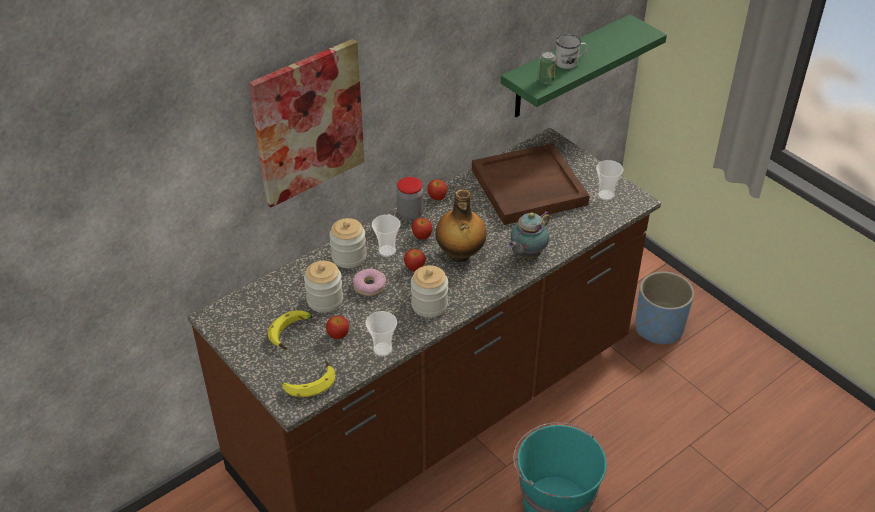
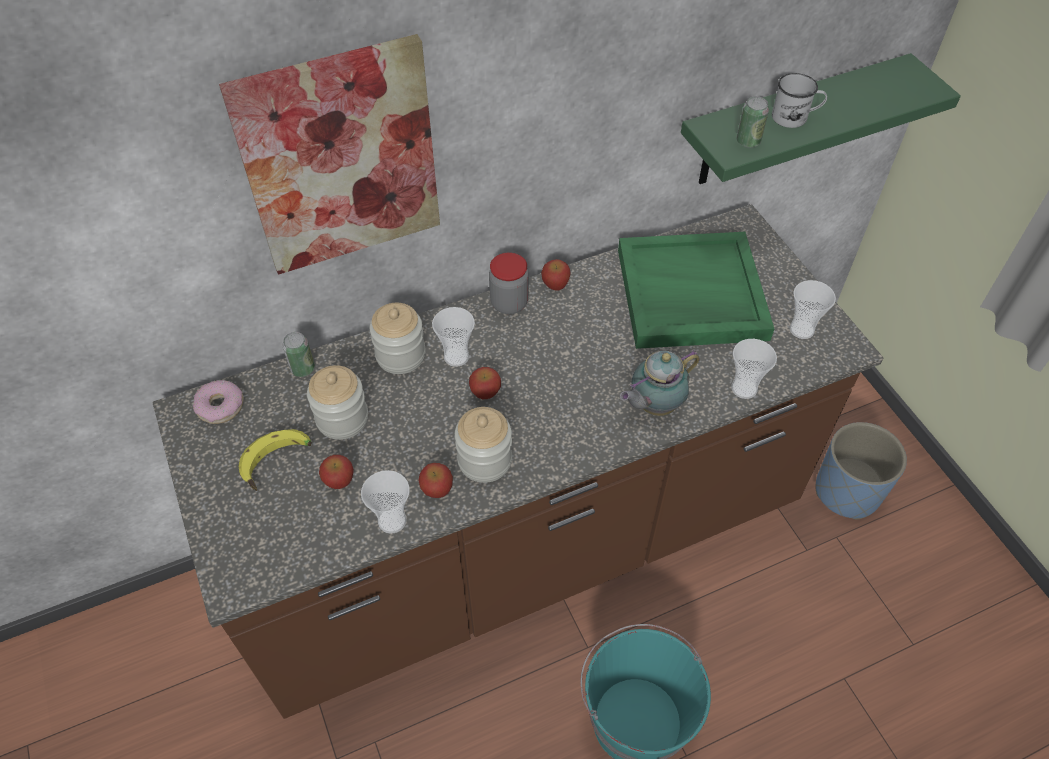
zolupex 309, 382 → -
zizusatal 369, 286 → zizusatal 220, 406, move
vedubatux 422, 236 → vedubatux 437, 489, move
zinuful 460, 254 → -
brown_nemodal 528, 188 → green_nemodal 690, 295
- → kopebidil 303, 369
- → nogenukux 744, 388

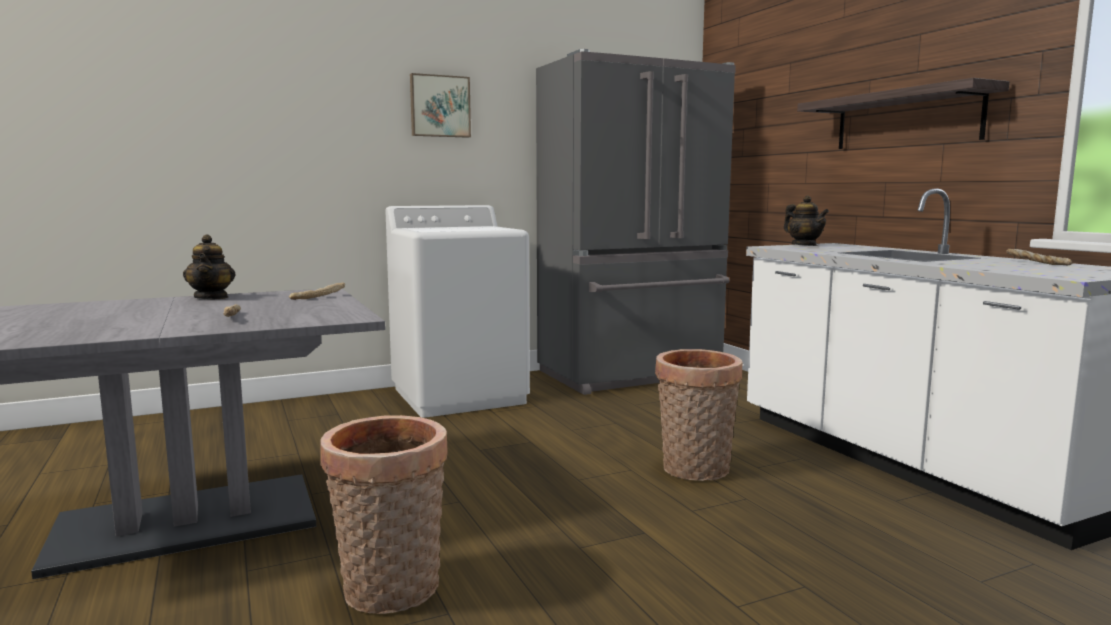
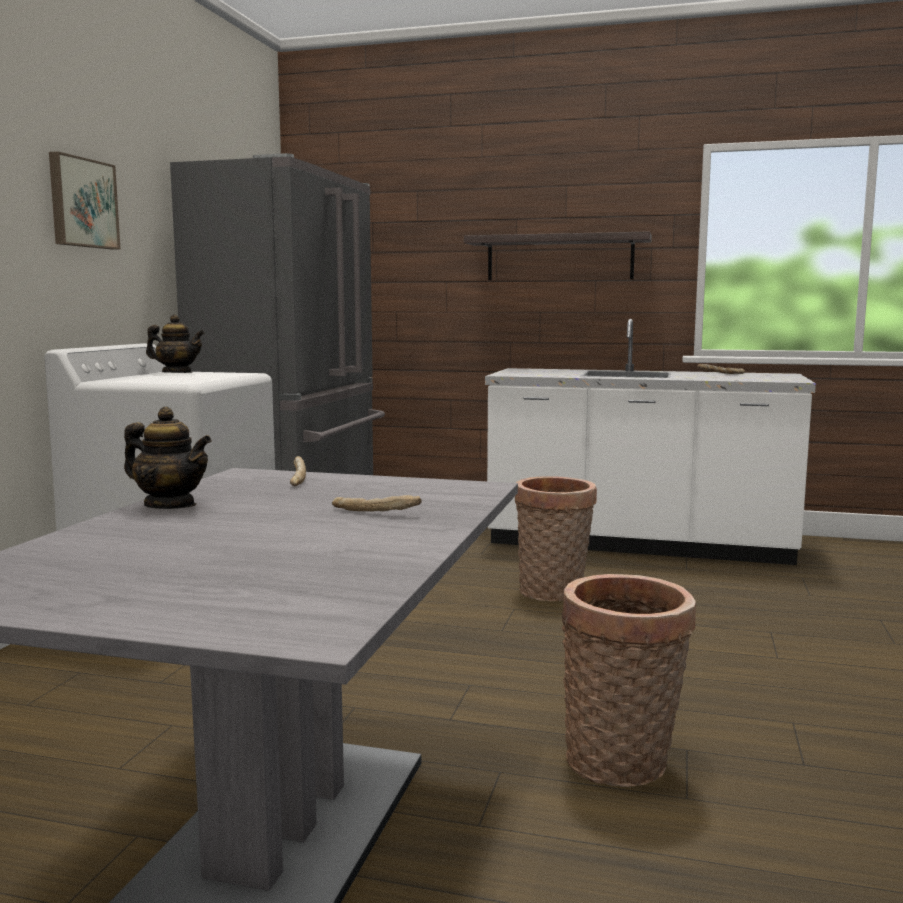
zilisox 804, 245 → zilisox 177, 373, move

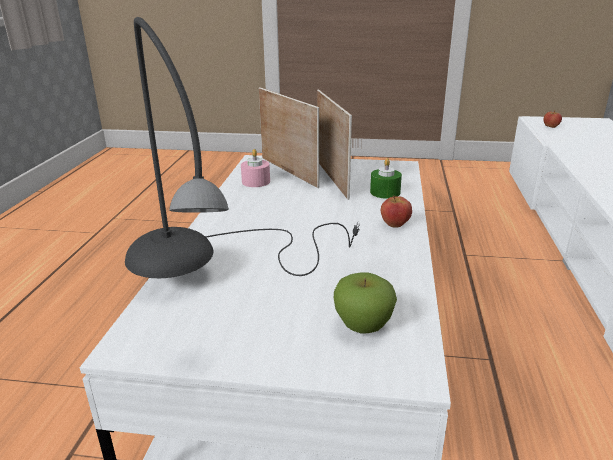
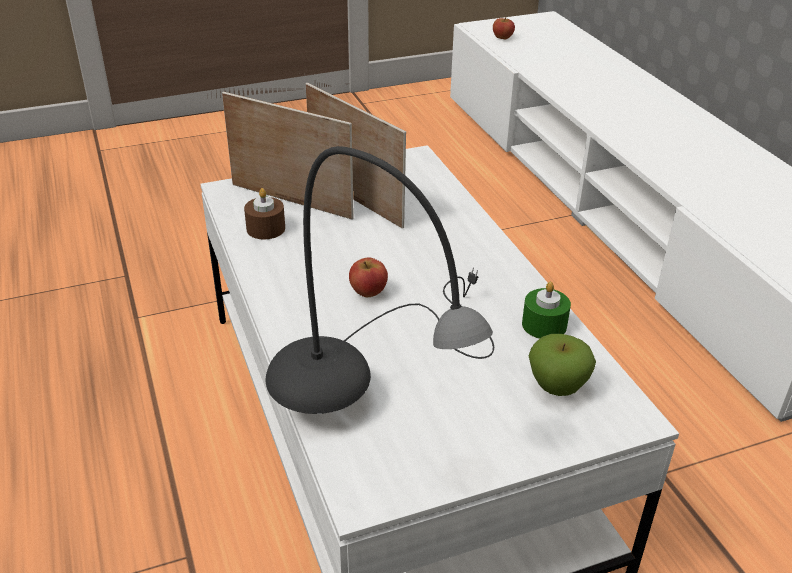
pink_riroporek 256, 181 → brown_riroporek 266, 228
green_riroporek 385, 192 → green_riroporek 544, 325, move
vedubatux 395, 225 → vedubatux 368, 292, move

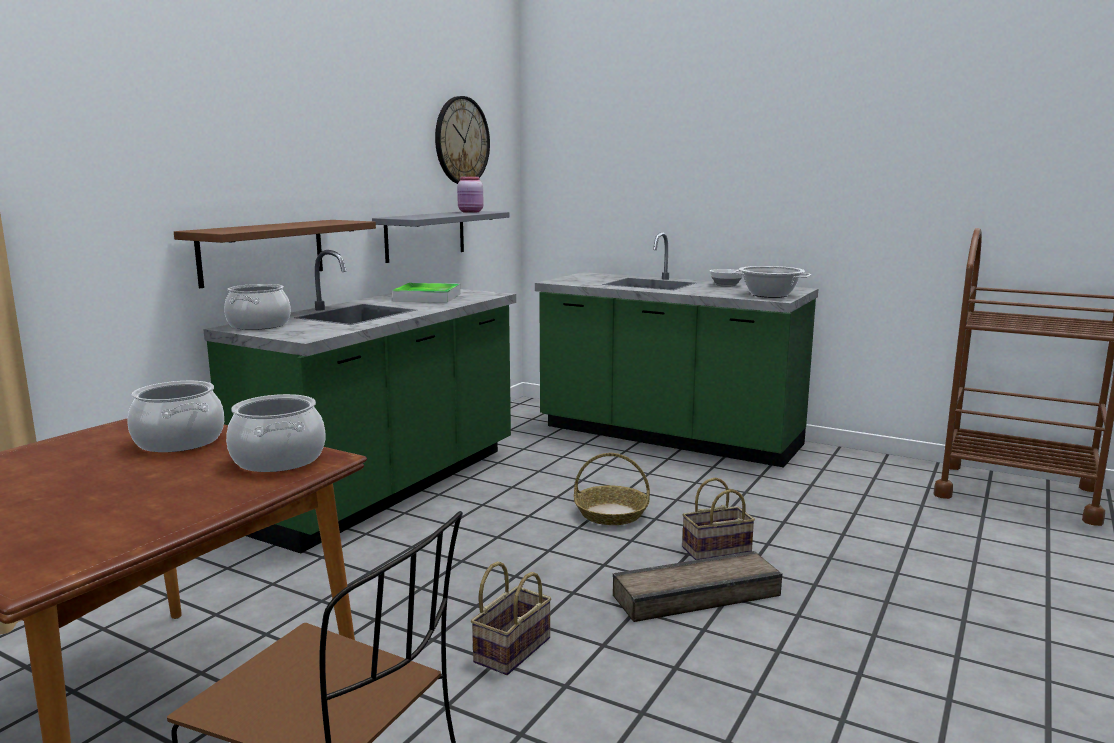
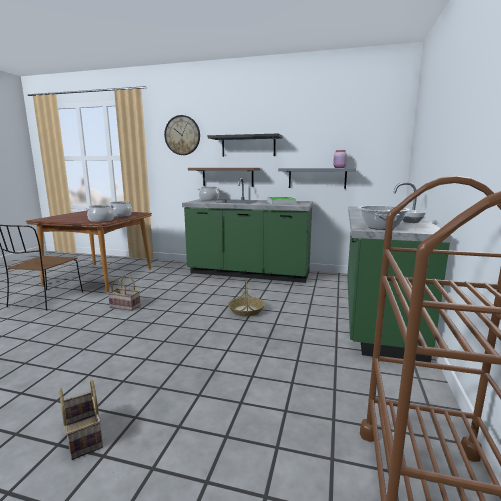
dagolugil 461, 141 → dagolugil 182, 135, move
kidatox 698, 596 → -
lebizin 715, 551 → lebizin 82, 436, move
- → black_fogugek 248, 146

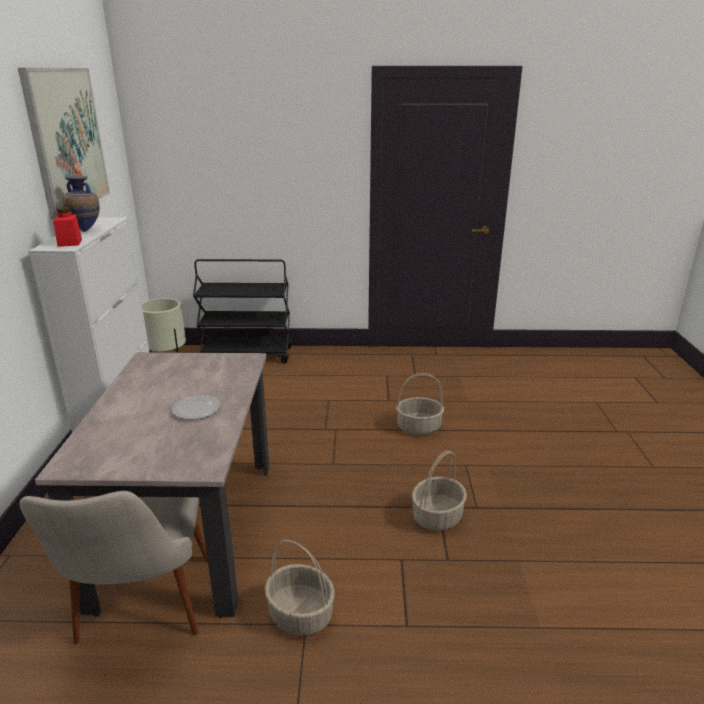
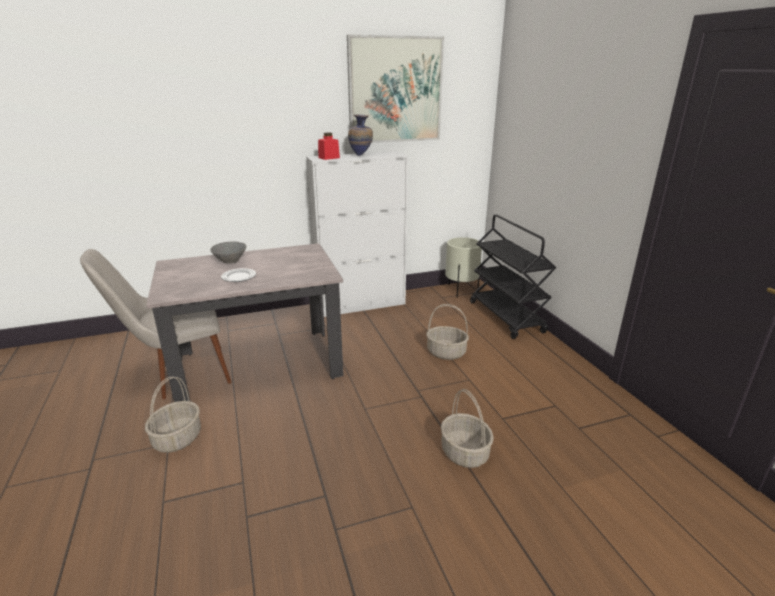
lebizin 437, 516 → lebizin 446, 352, move
- → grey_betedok 230, 261

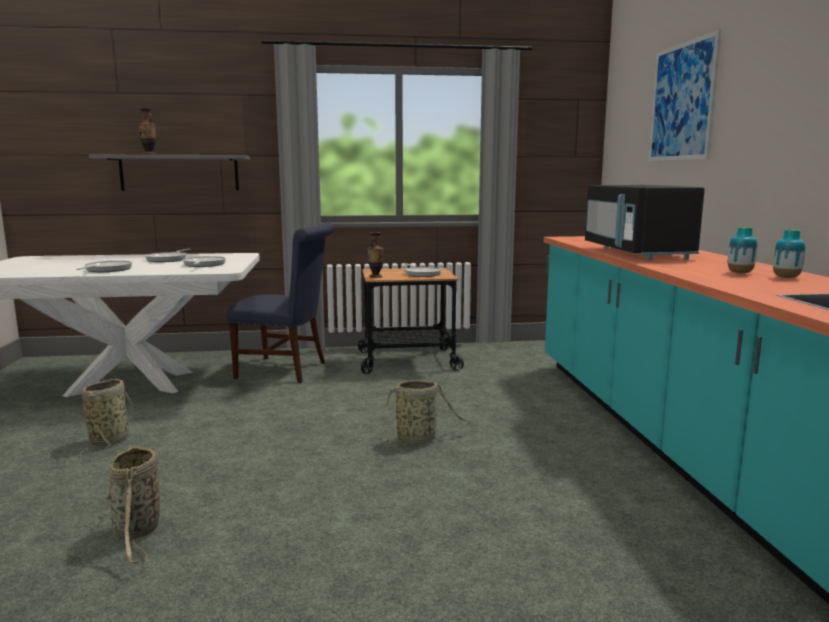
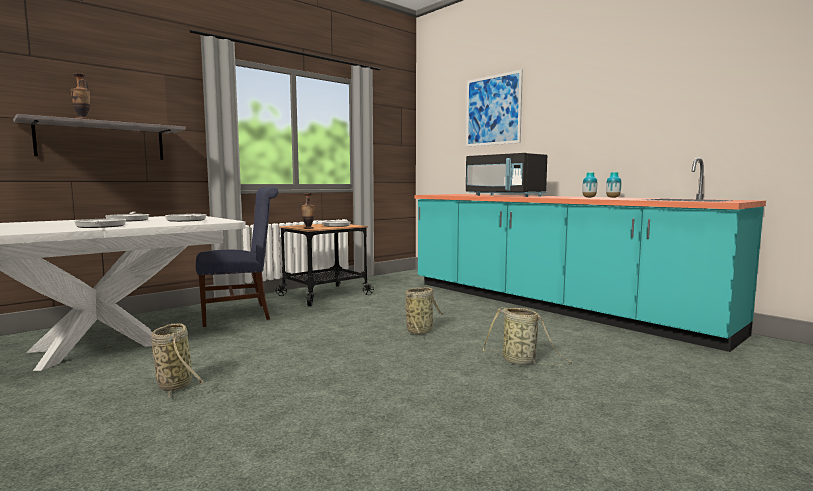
lebizin 137, 532 → lebizin 521, 362, move

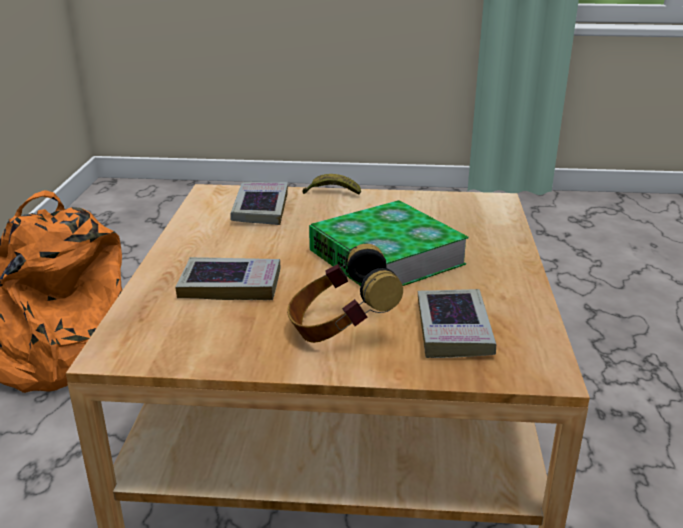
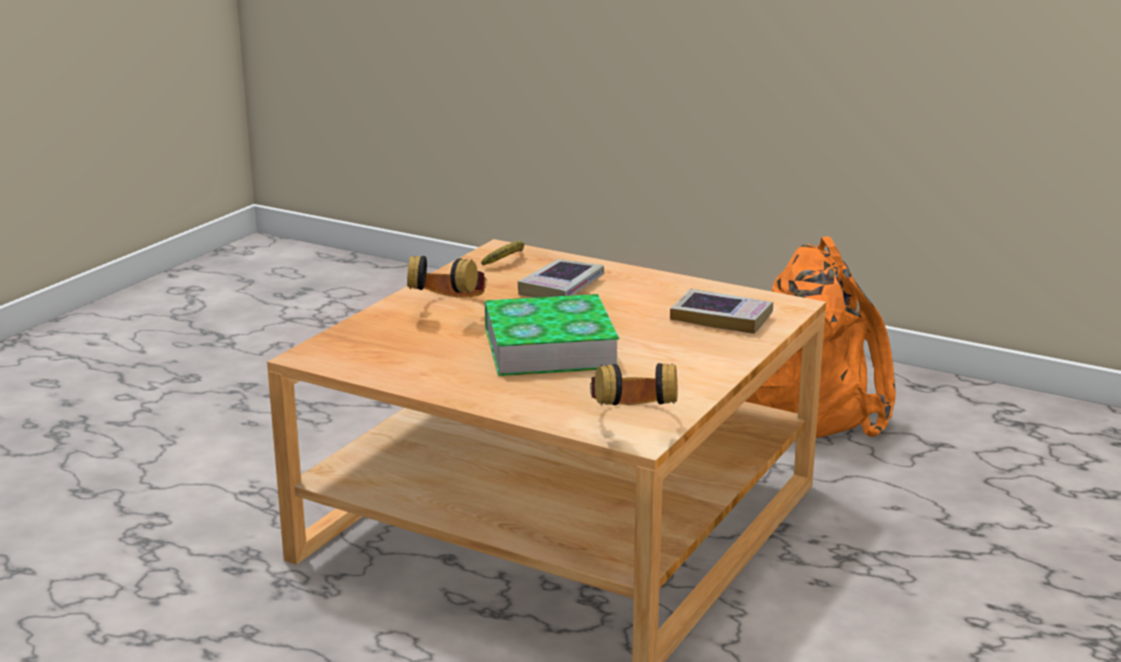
zolupex 332, 193 → zolupex 507, 261, move
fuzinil 453, 330 → -
- → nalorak 633, 421

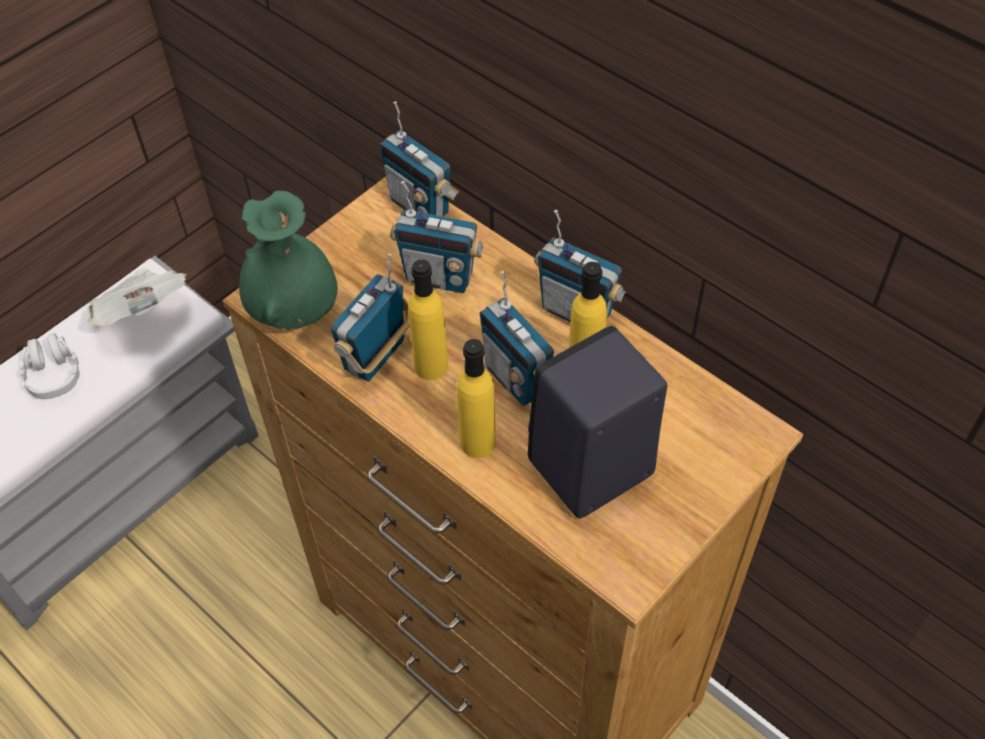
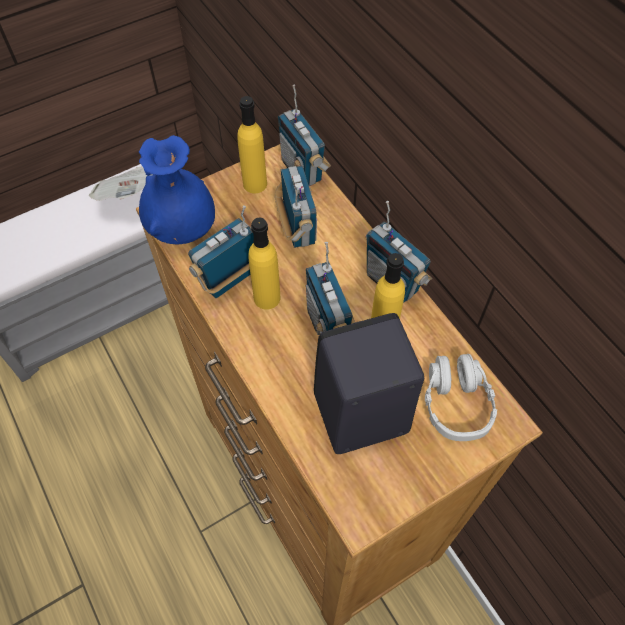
grey_nalorak 53, 374 → grey_nalorak 456, 403, move
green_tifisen 294, 312 → blue_tifisen 182, 230
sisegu 439, 277 → sisegu 298, 229, 135 degrees counterclockwise
yellow_zinuful 478, 442 → yellow_zinuful 255, 184, move

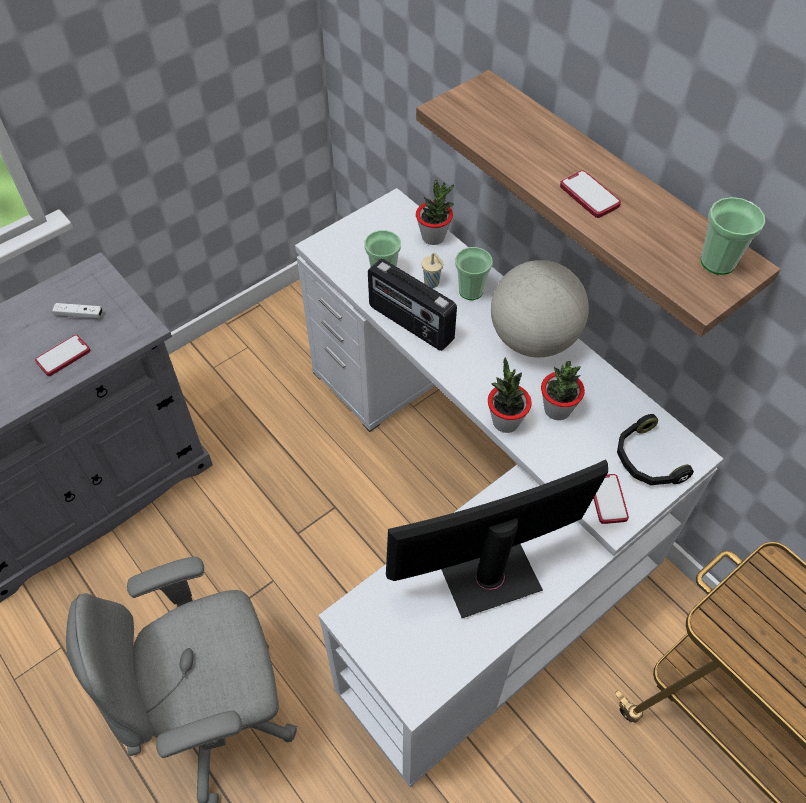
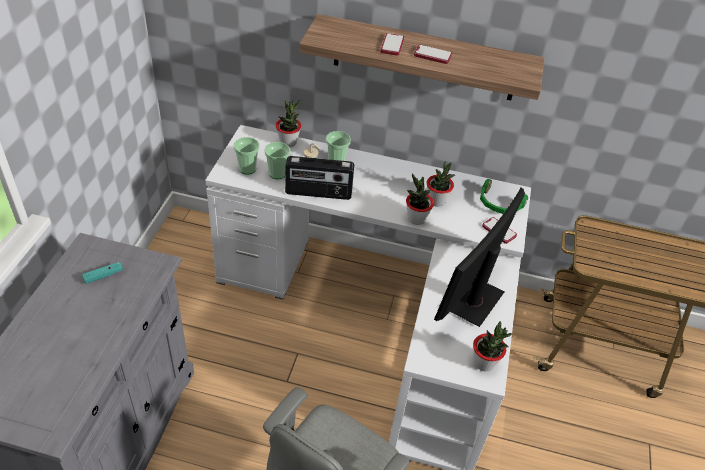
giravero 63, 356 → giravero 392, 45, move
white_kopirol 79, 315 → turquoise_kopirol 103, 275
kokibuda 533, 339 → -
black_nalorak 646, 460 → green_nalorak 499, 204
nogenukux 717, 262 → nogenukux 247, 169, move
- → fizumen 484, 363

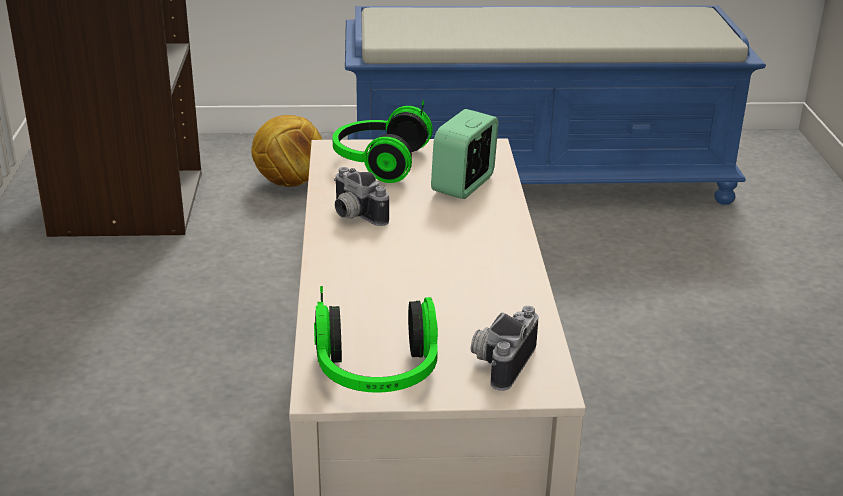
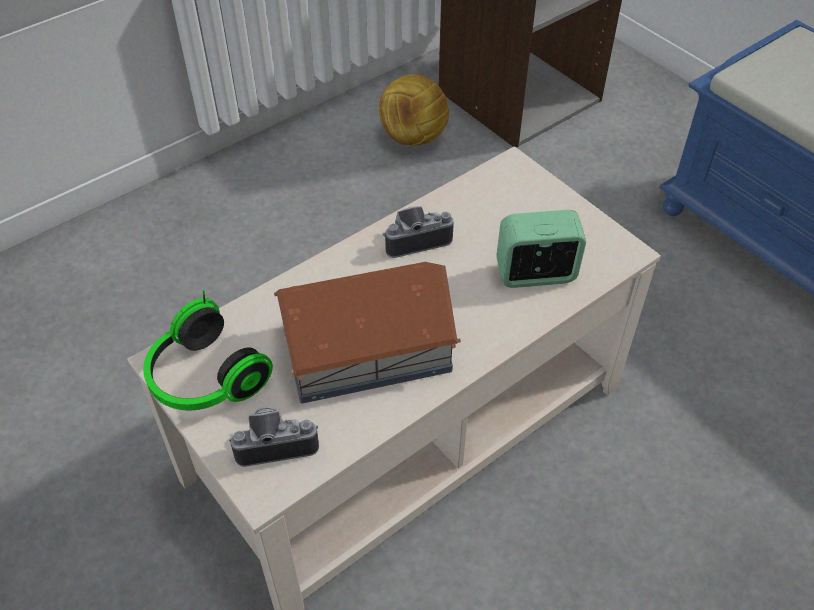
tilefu 289, 183 → tilefu 413, 137, move
nalorak 378, 162 → -
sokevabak 353, 215 → sokevabak 415, 239, 60 degrees clockwise
- → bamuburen 364, 347

